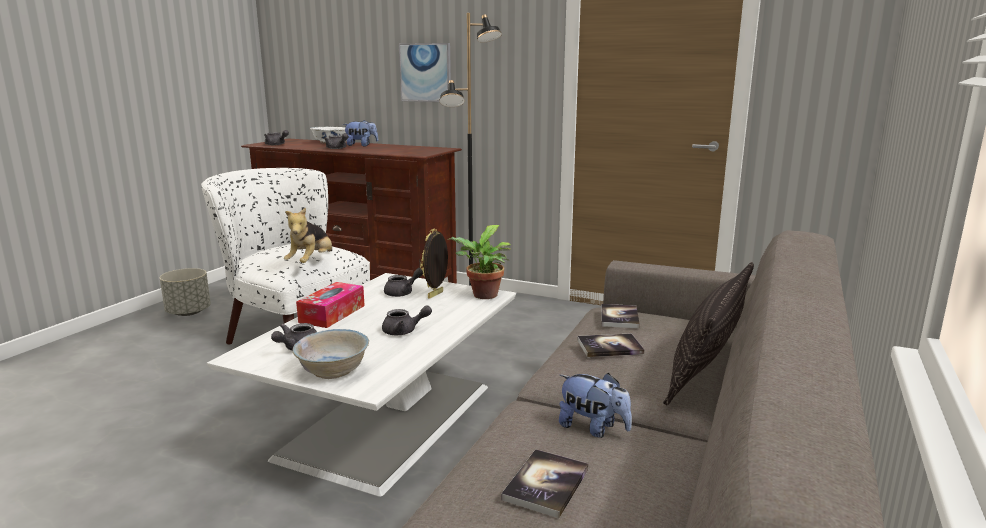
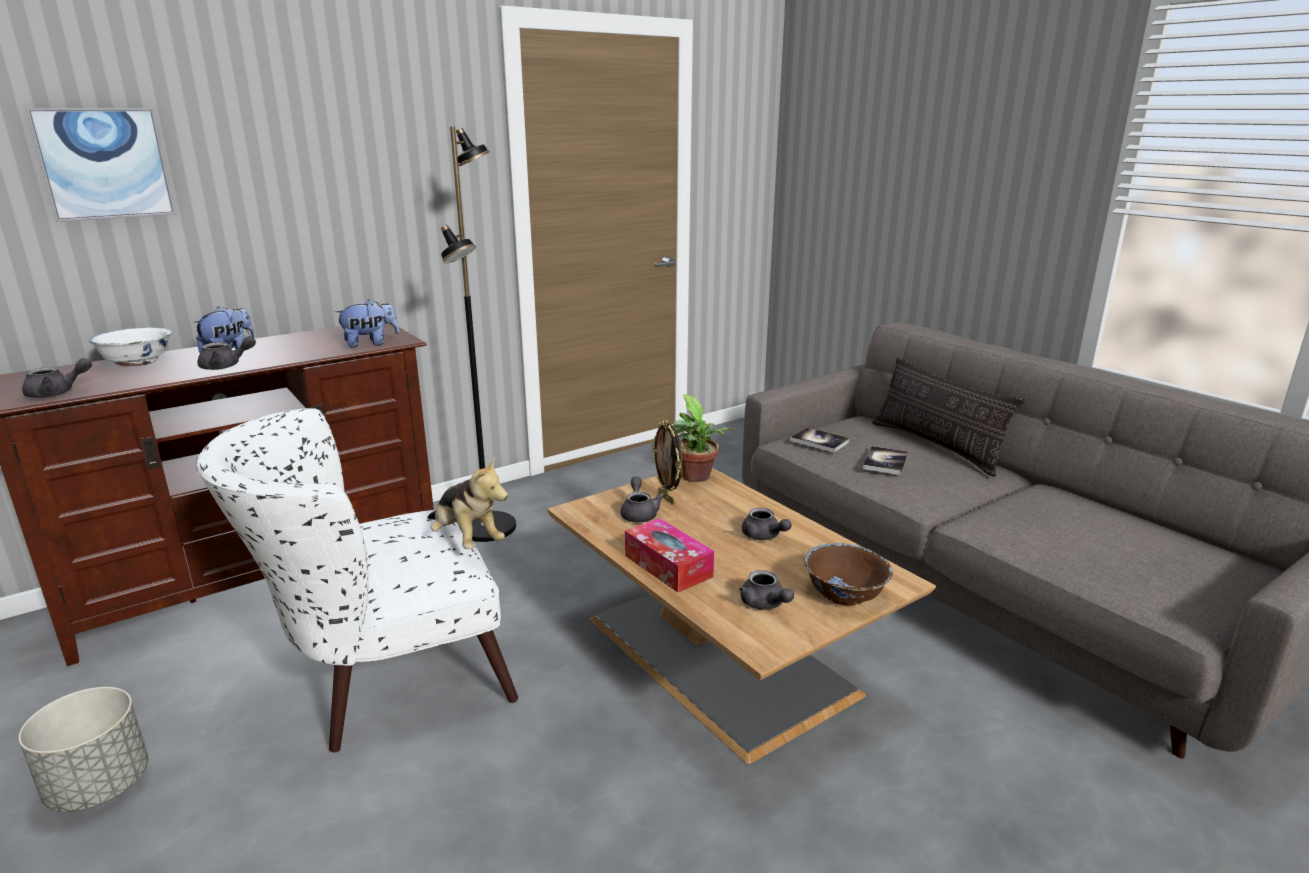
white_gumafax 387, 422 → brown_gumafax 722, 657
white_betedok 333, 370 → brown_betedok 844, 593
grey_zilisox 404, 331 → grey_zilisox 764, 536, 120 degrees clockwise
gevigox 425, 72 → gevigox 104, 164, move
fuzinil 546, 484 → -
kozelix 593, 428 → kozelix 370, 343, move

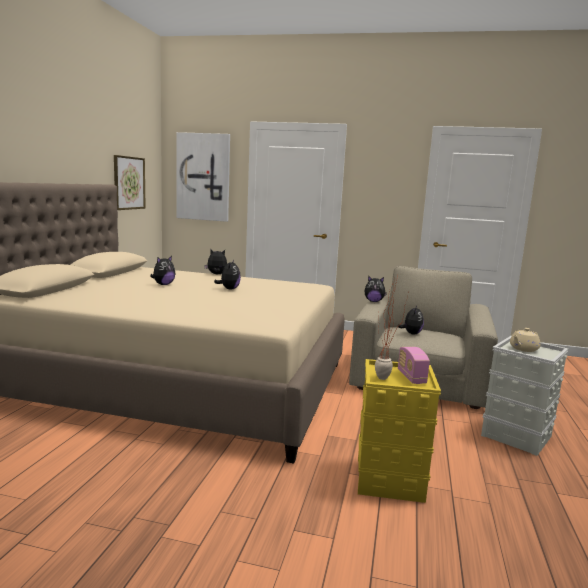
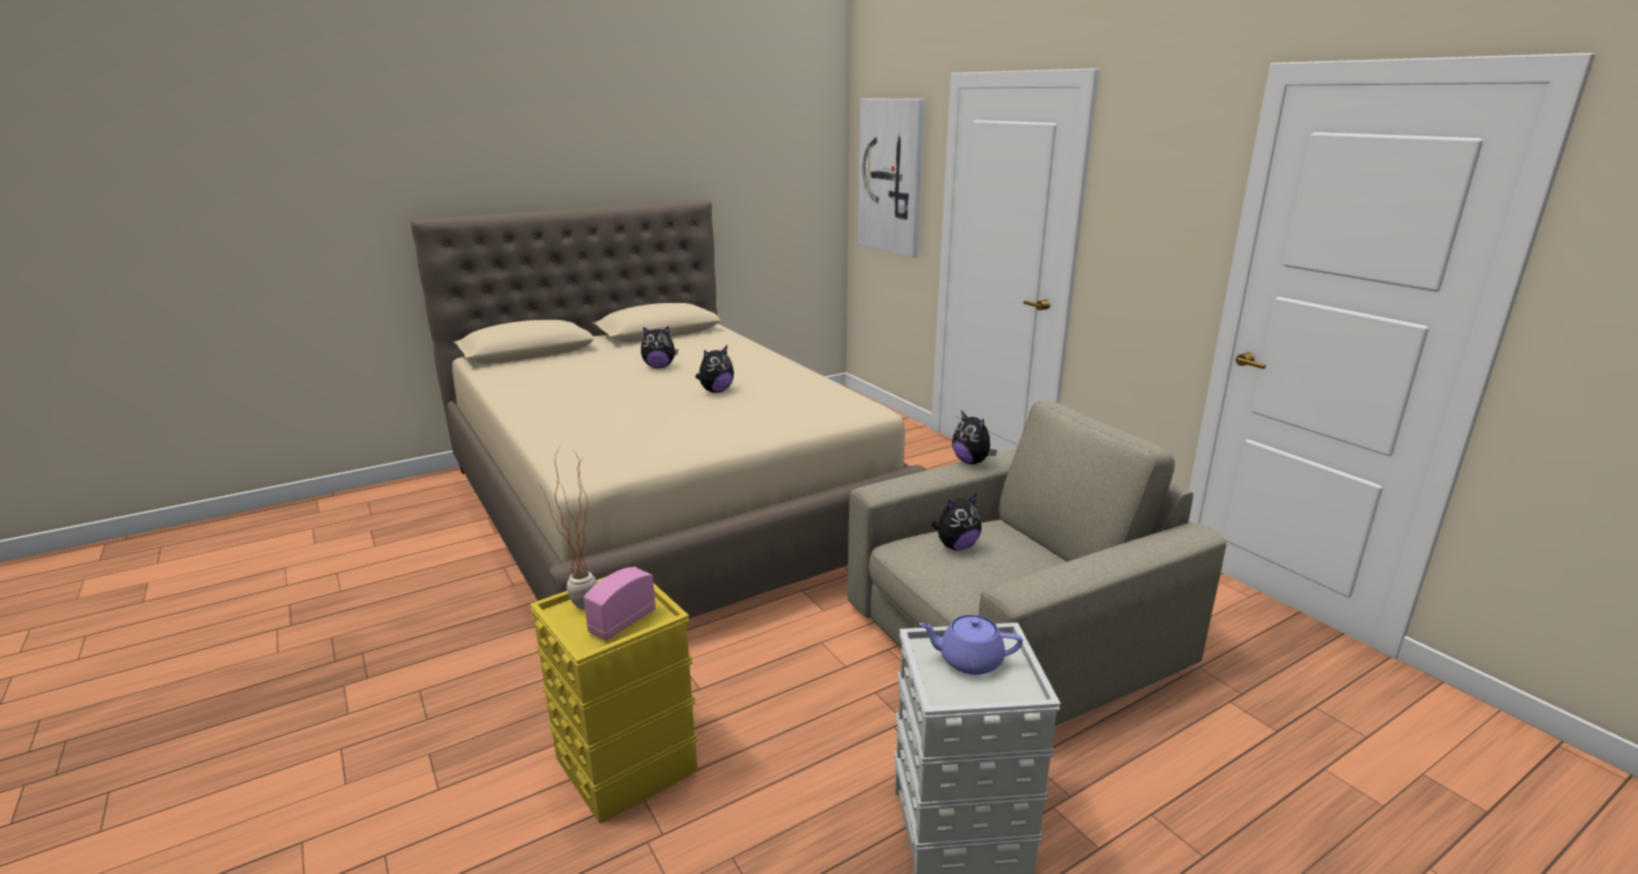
gevigox 129, 183 → -
kozelix 216, 274 → -
beige_zilisox 523, 349 → purple_zilisox 969, 660

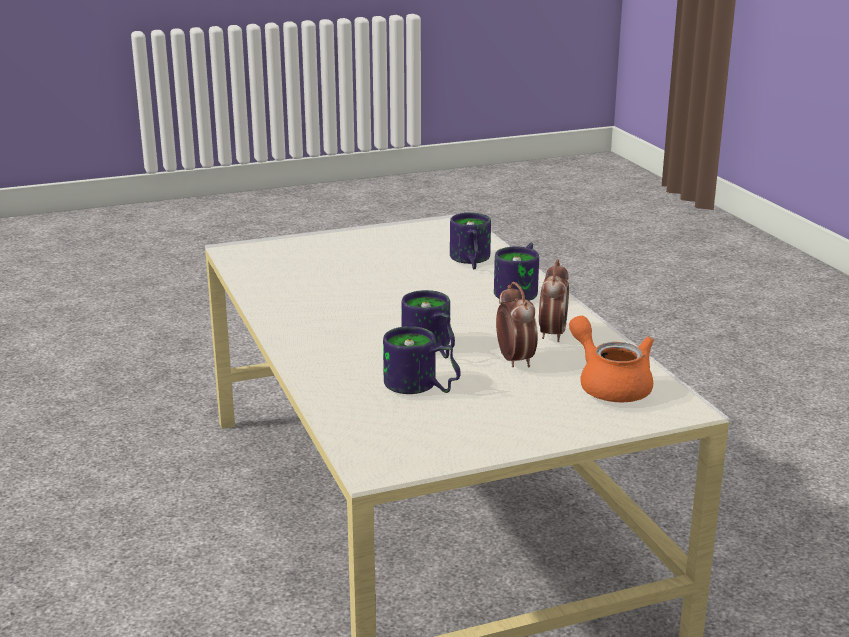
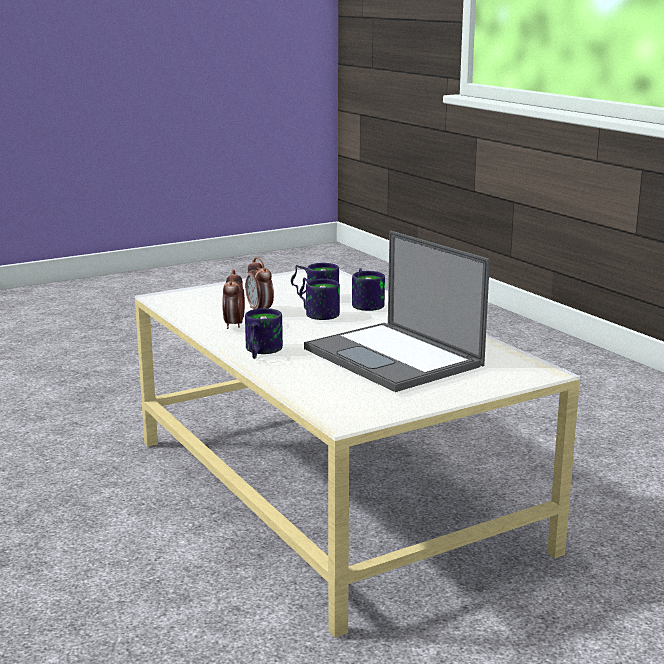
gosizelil 468, 261 → gosizelil 367, 304, move
orange_zilisox 610, 385 → -
- → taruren 394, 357

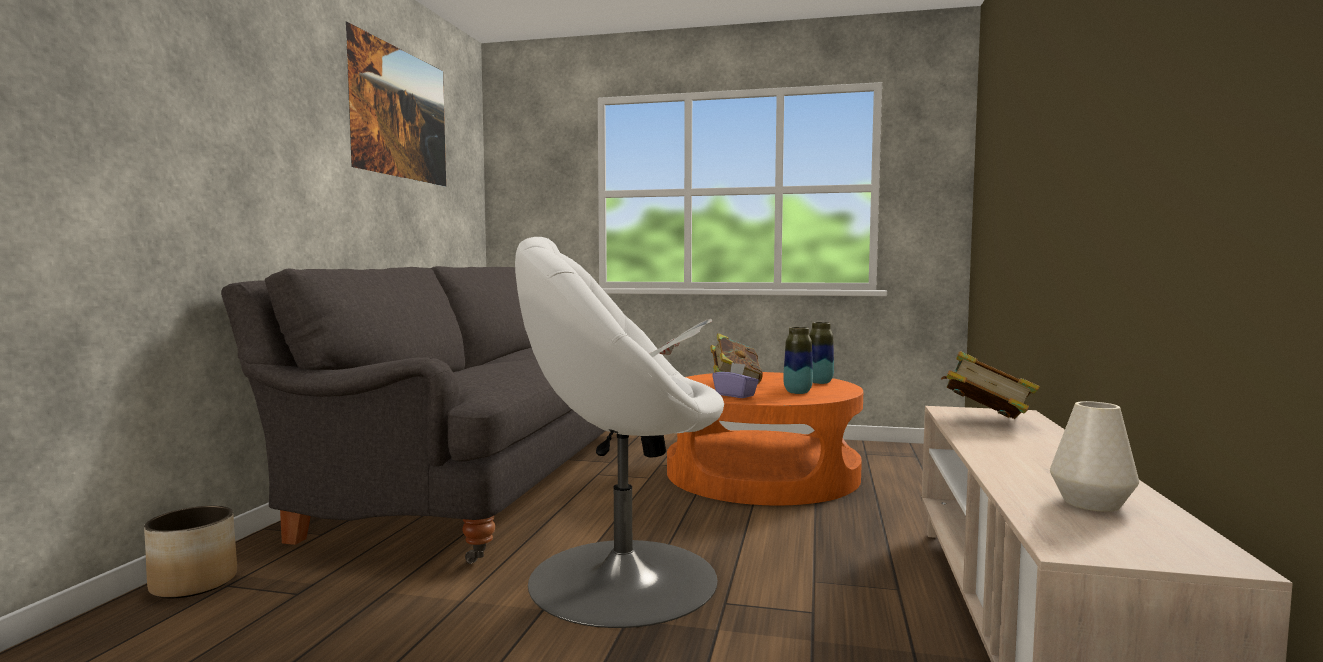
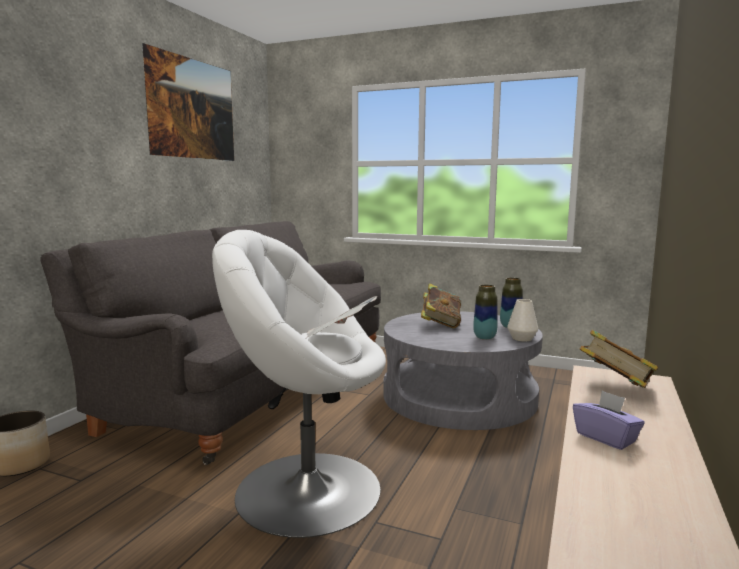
orange_gumafax 761, 473 → grey_gumafax 459, 396
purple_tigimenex 735, 395 → purple_tigimenex 606, 438, move
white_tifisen 1091, 503 → white_tifisen 521, 338, move

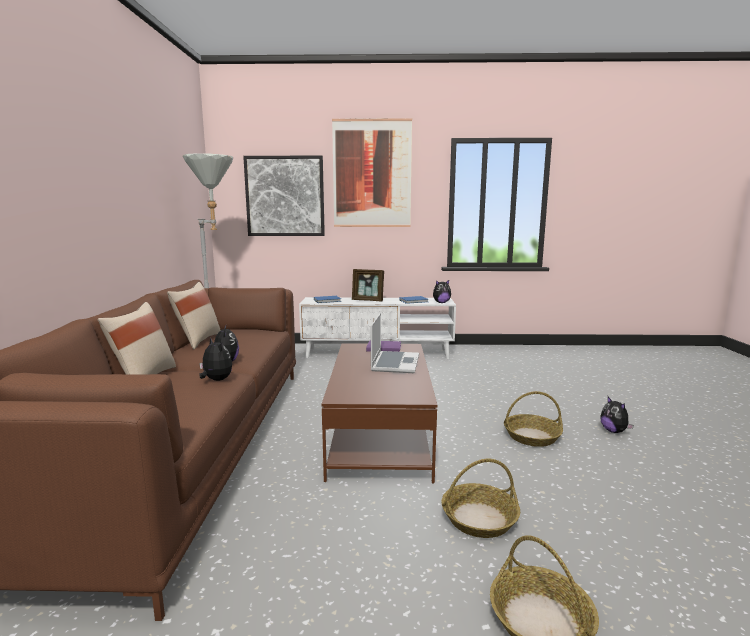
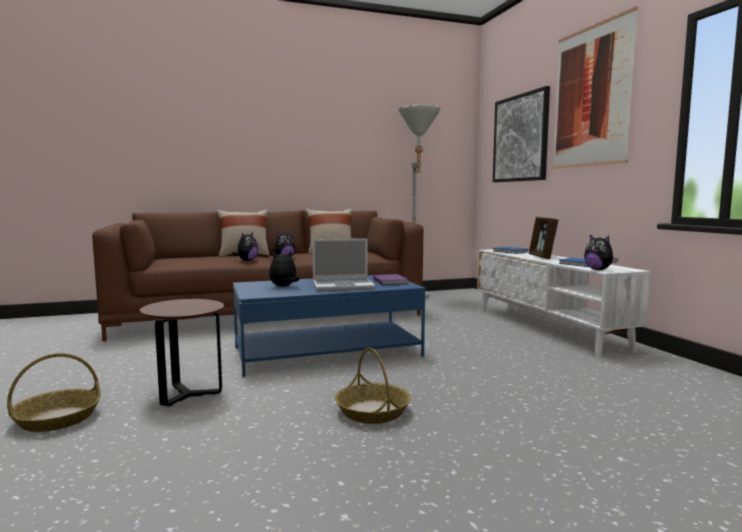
brown_gumafax 379, 433 → blue_gumafax 327, 352
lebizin 479, 519 → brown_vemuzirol 187, 395
kozelix 614, 431 → kozelix 284, 287, move

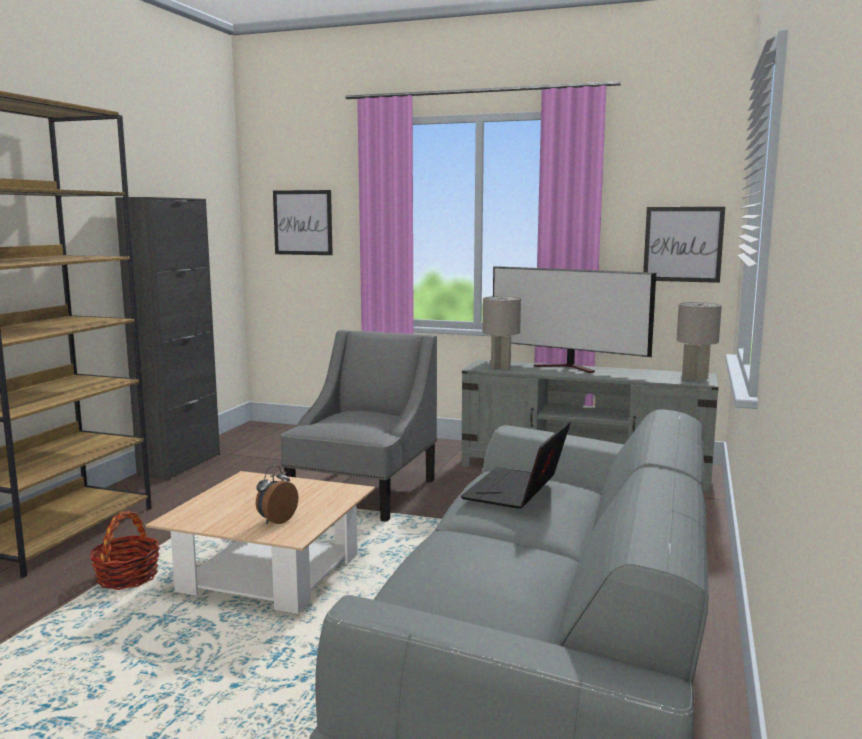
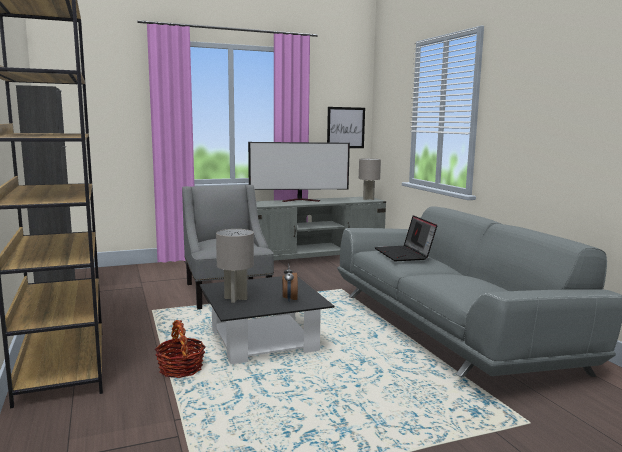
beige_gumafax 270, 573 → black_gumafax 263, 340
gevigox 303, 222 → -
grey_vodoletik 500, 367 → grey_vodoletik 236, 299, move

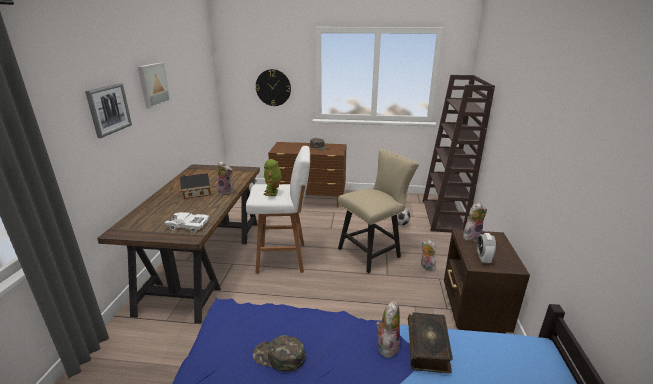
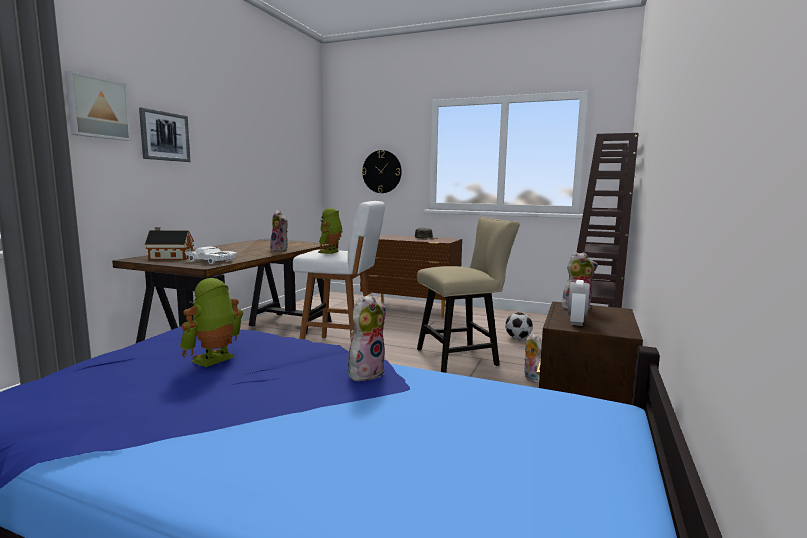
gevigox 153, 84 → gevigox 97, 108, move
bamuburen 195, 193 → bamuburen 169, 258, move
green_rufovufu 279, 357 → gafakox 215, 360
fuzinil 428, 347 → -

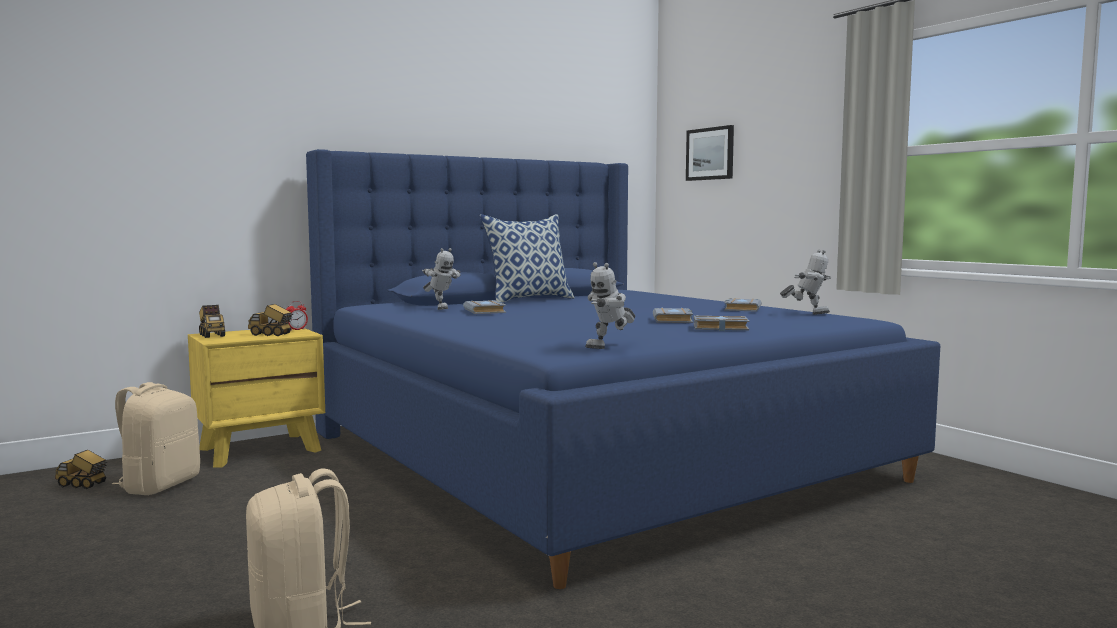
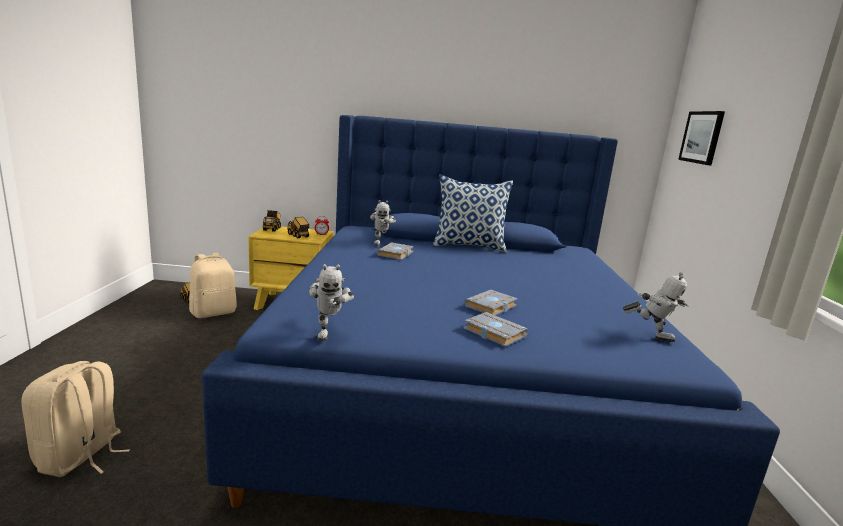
gafakox 610, 348 → gafakox 328, 332, 90 degrees counterclockwise
grey_fuzinil 741, 309 → -

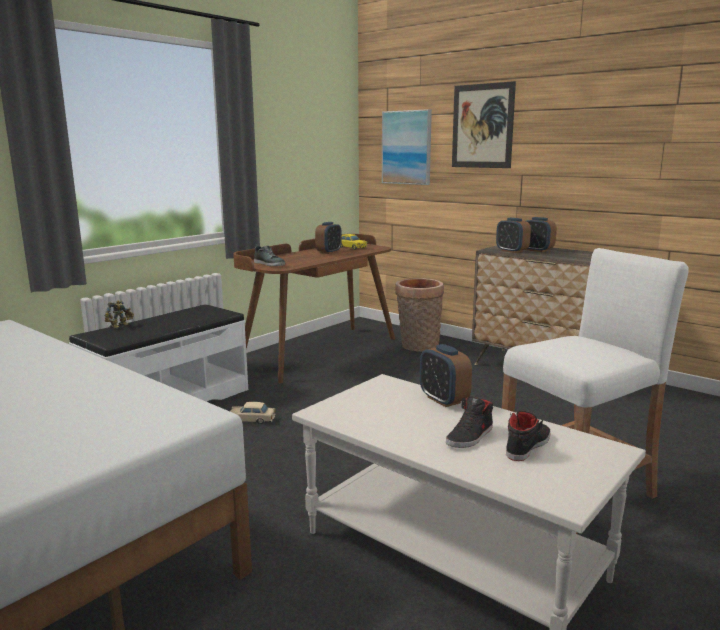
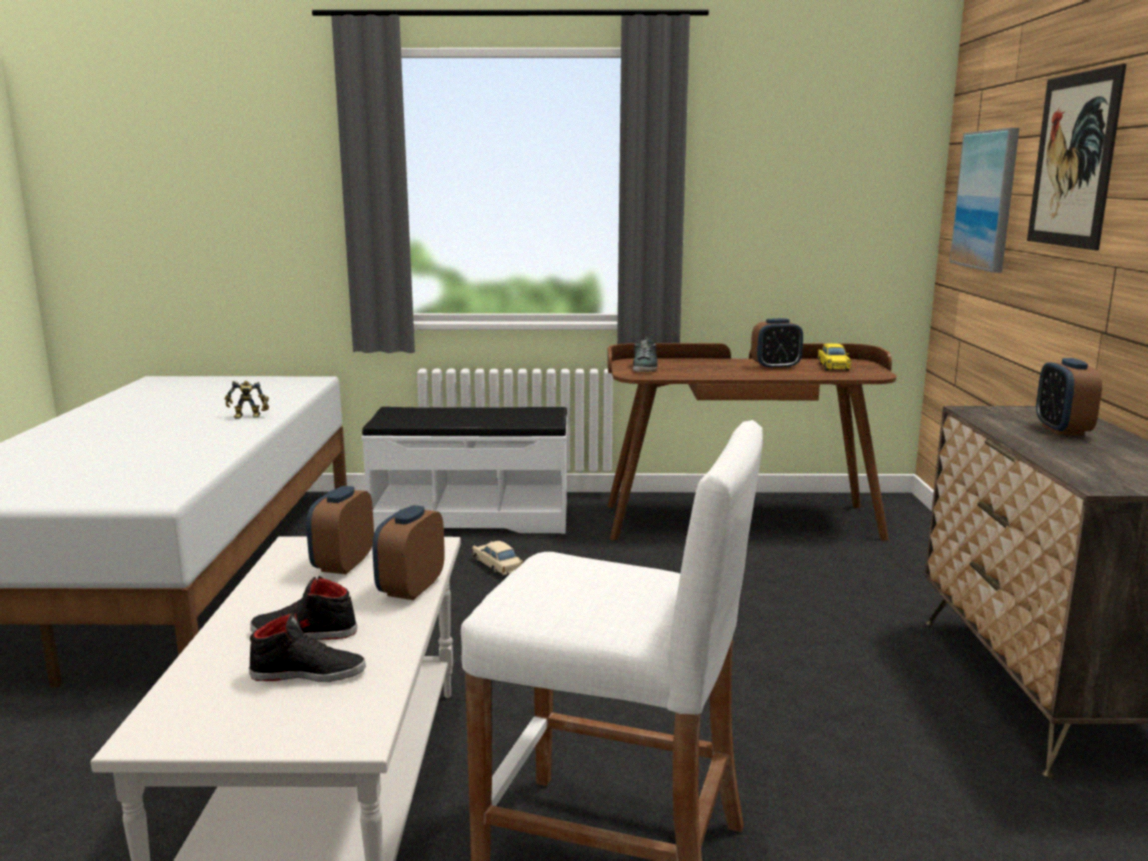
gafakox 120, 326 → gafakox 248, 417, move
lebizin 418, 347 → -
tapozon 512, 251 → tapozon 343, 564, move

